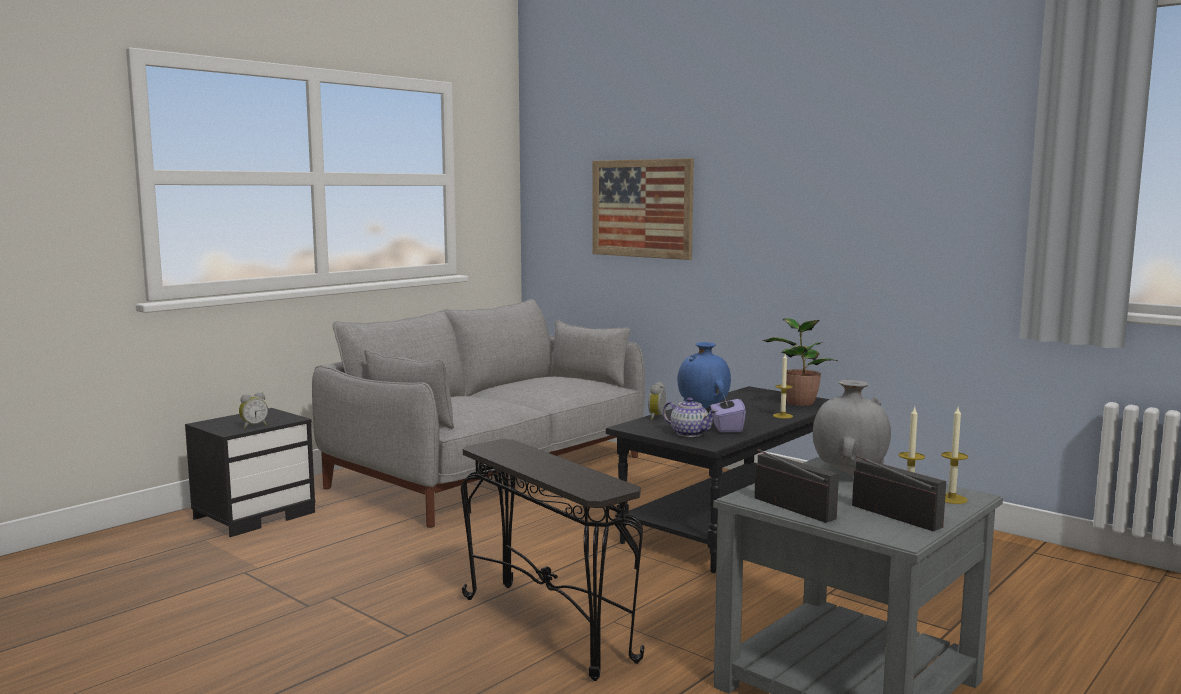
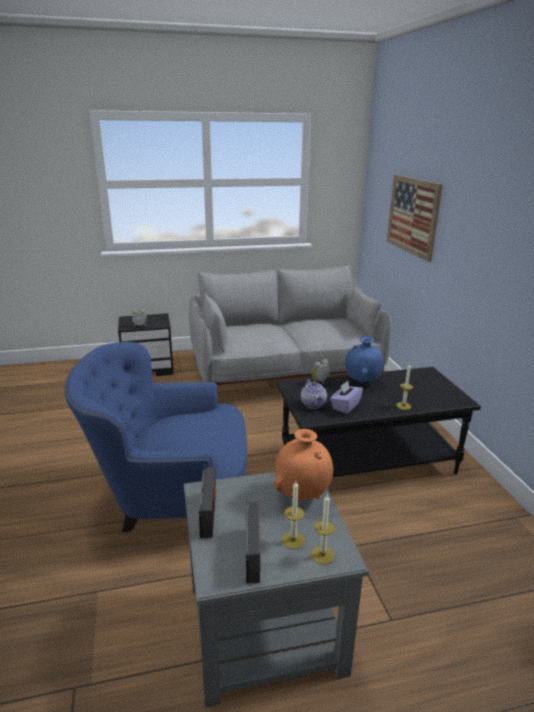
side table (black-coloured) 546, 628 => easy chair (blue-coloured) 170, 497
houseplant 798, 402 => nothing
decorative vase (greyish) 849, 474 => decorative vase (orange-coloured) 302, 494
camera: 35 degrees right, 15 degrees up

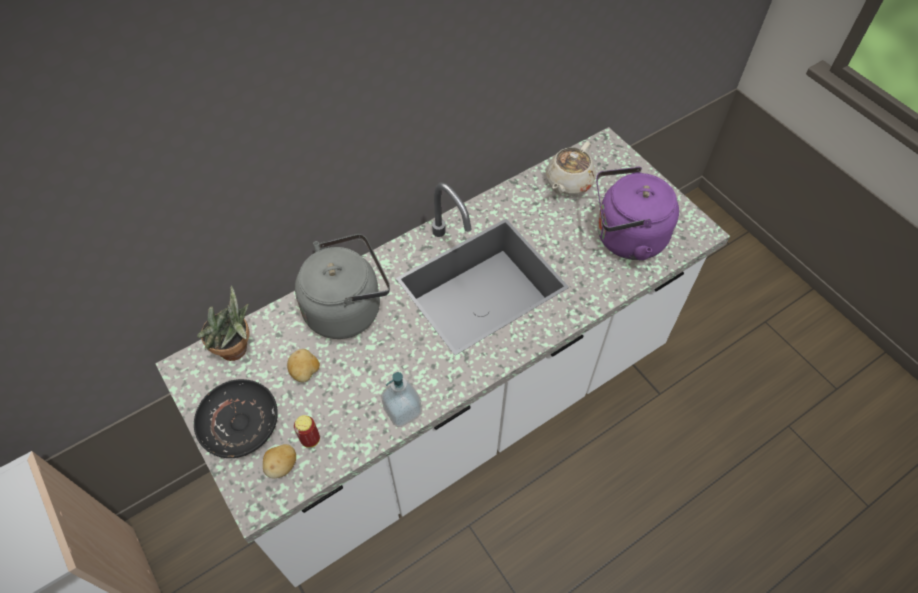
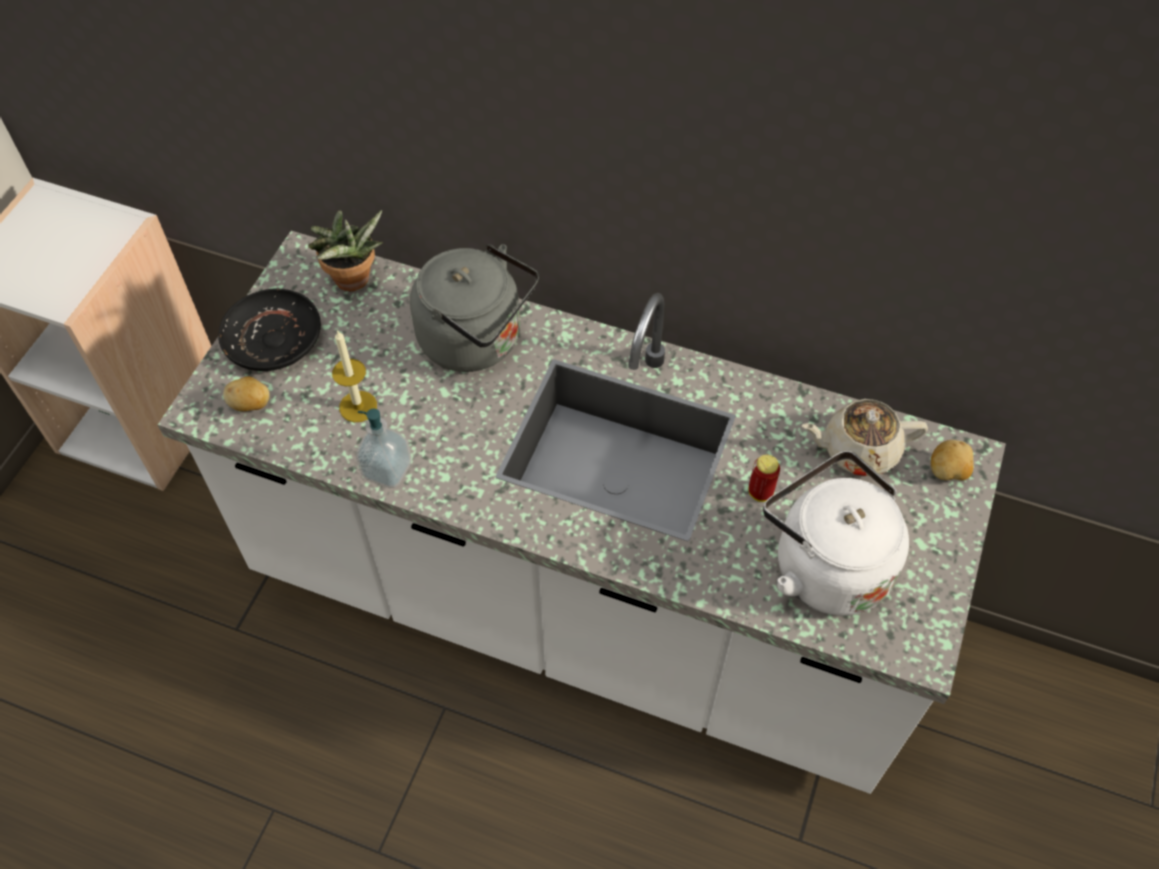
whole potato 305, 372 => whole potato 947, 472, relocated
can 310, 439 => can 760, 492, relocated
tea kettle (purple-coloured) 625, 238 => tea kettle (white) 825, 564
nothing => wax candle 358, 406
camera: 55 degrees right, 0 degrees up

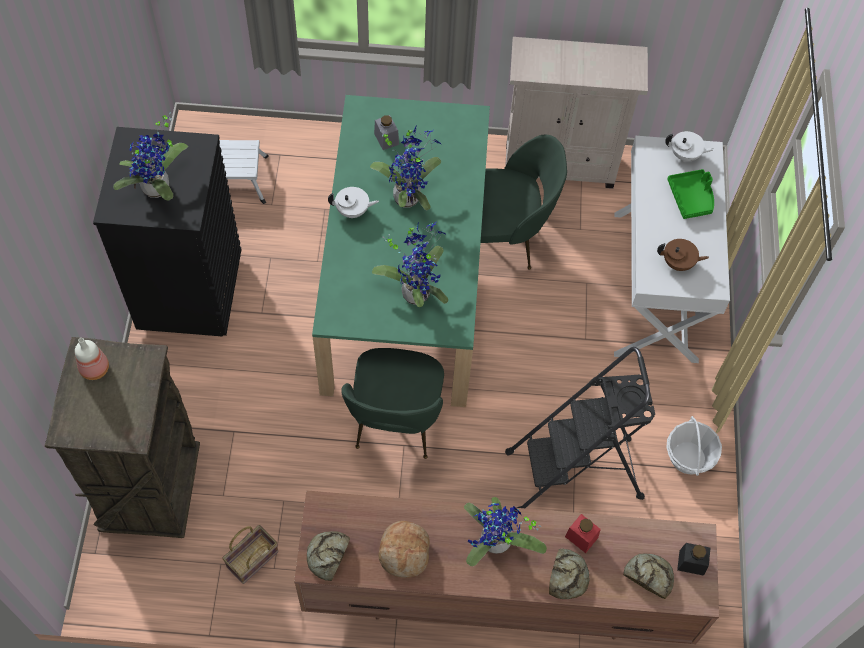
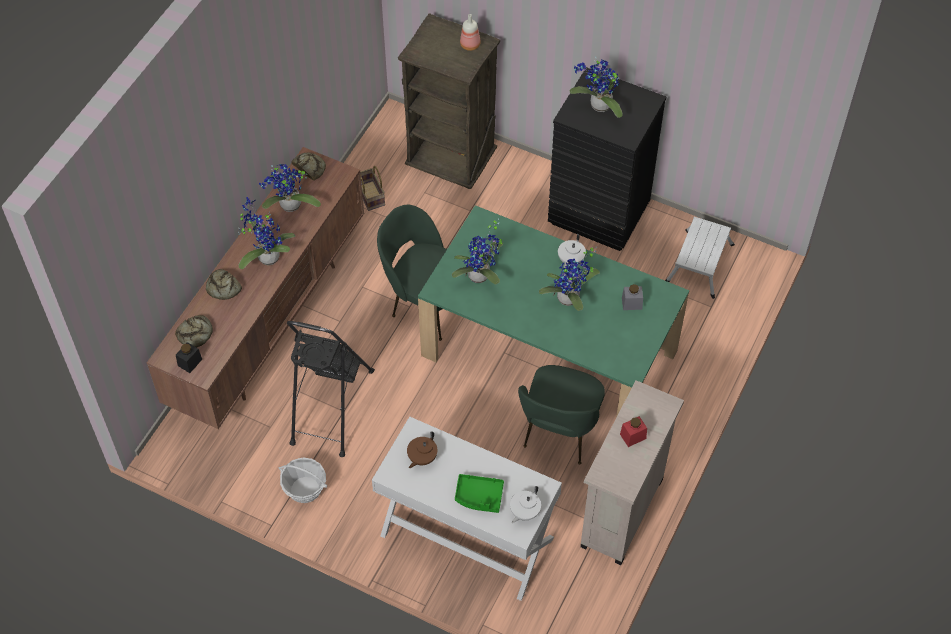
bread 404, 552 => houseplant 289, 207
jar (reddish) 581, 537 => jar (reddish) 633, 436, relocated
camera: 115 degrees right, 5 degrees down

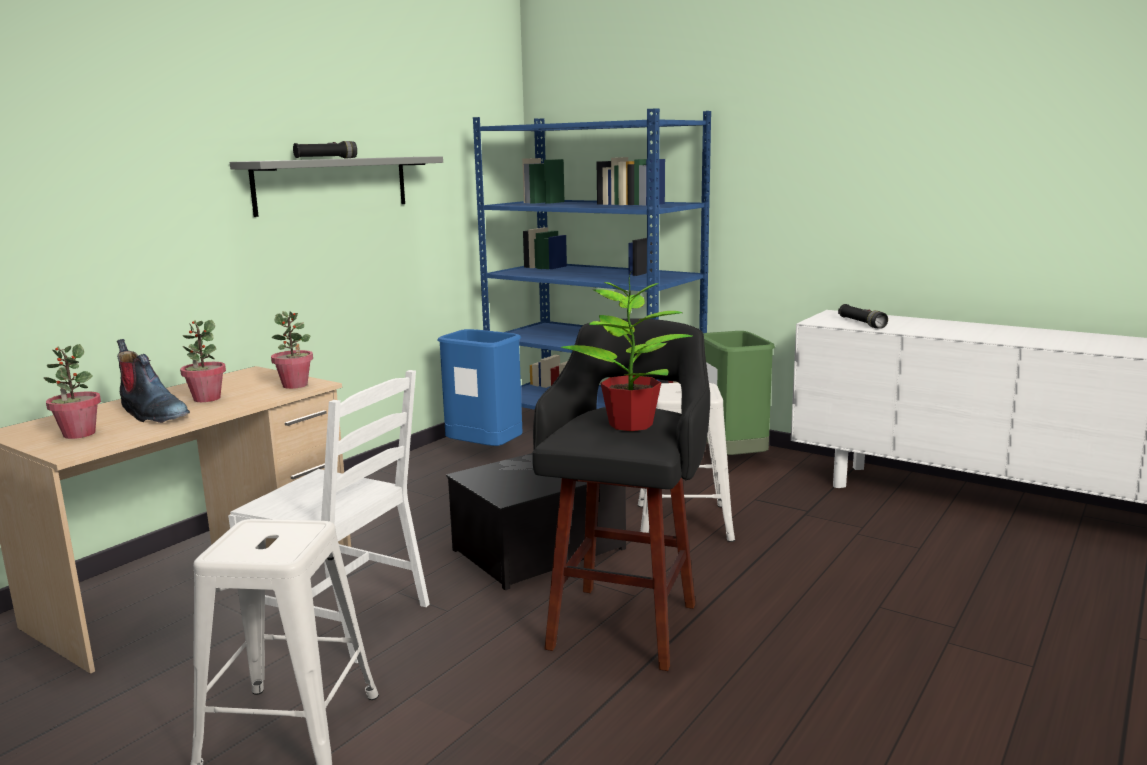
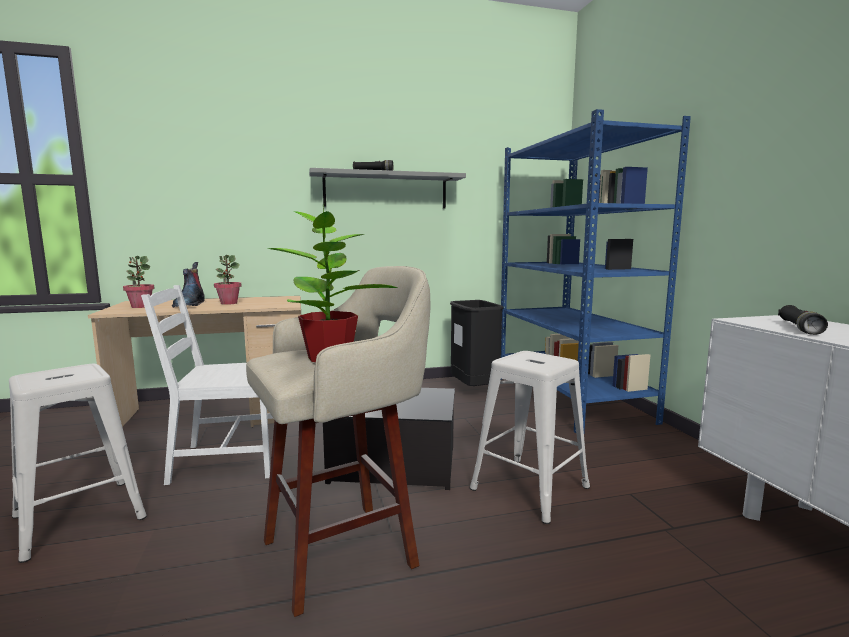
chair (white) 342, 618 => chair (white) 227, 460, 105 degrees clockwise
houseplant 295, 385 => nothing
waste bin (blue-coloured) 485, 452 => waste bin (black-coloured) 474, 390
sitting stool (black-coloured) 626, 623 => sitting stool (beige) 346, 551
waste bin (green-coloured) 732, 459 => nothing
camera: 40 degrees right, 5 degrees down

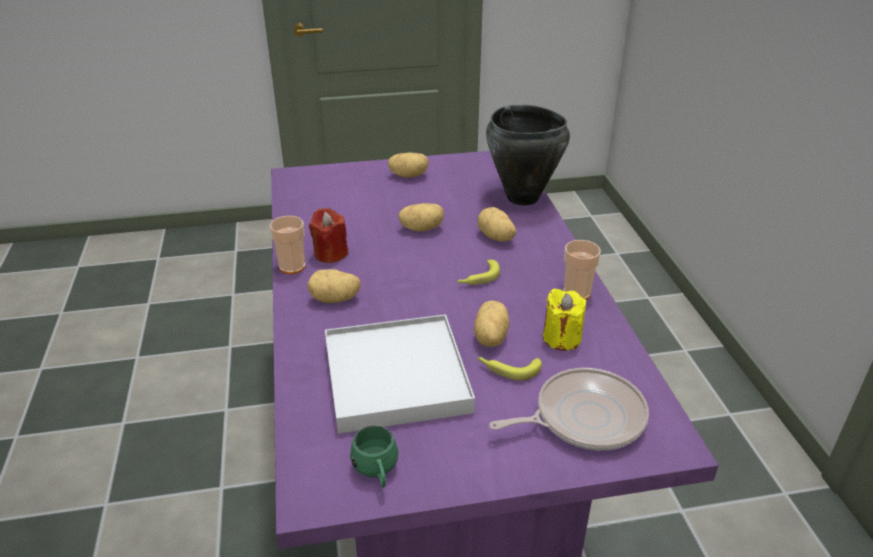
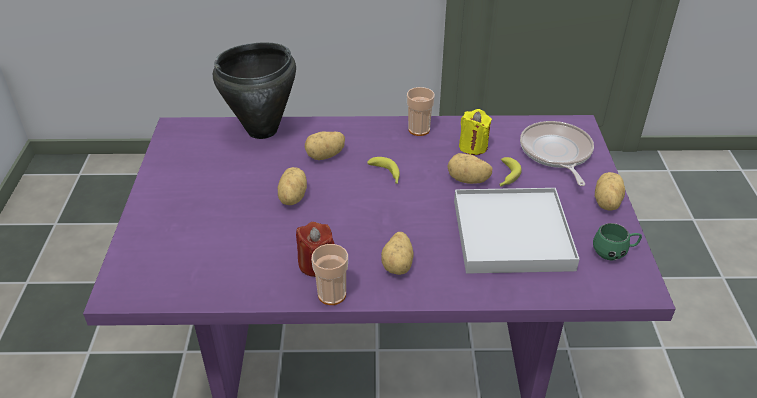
whole potato 409, 175 => whole potato 605, 202, relocated
camera: 80 degrees left, 5 degrees up

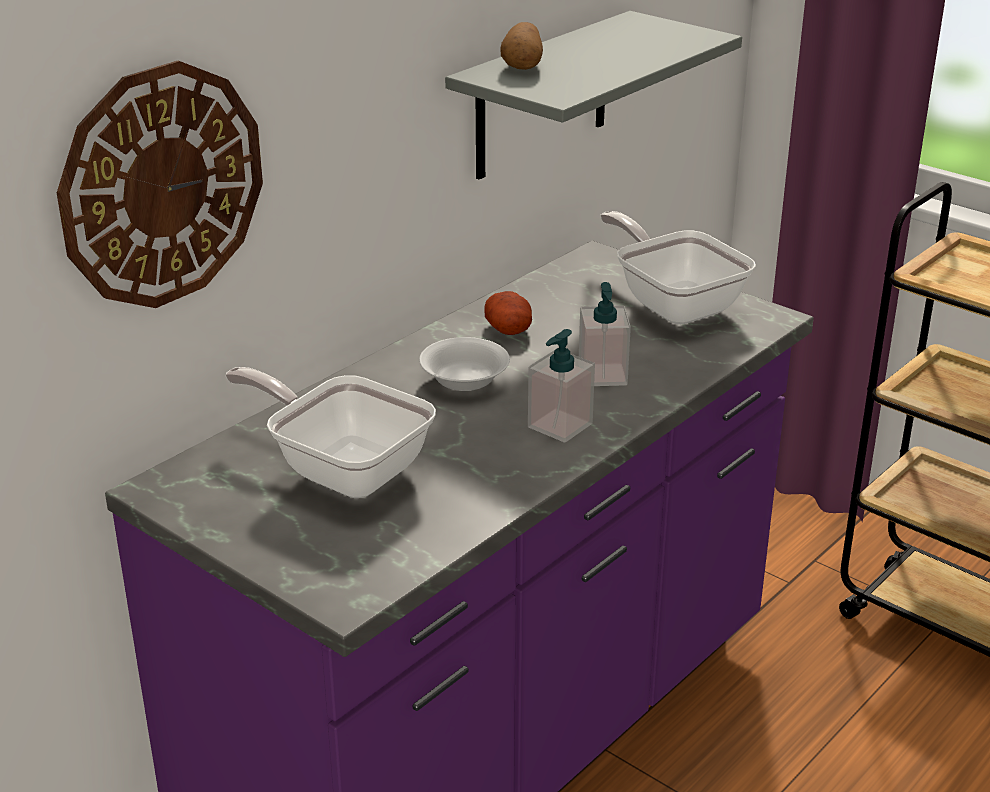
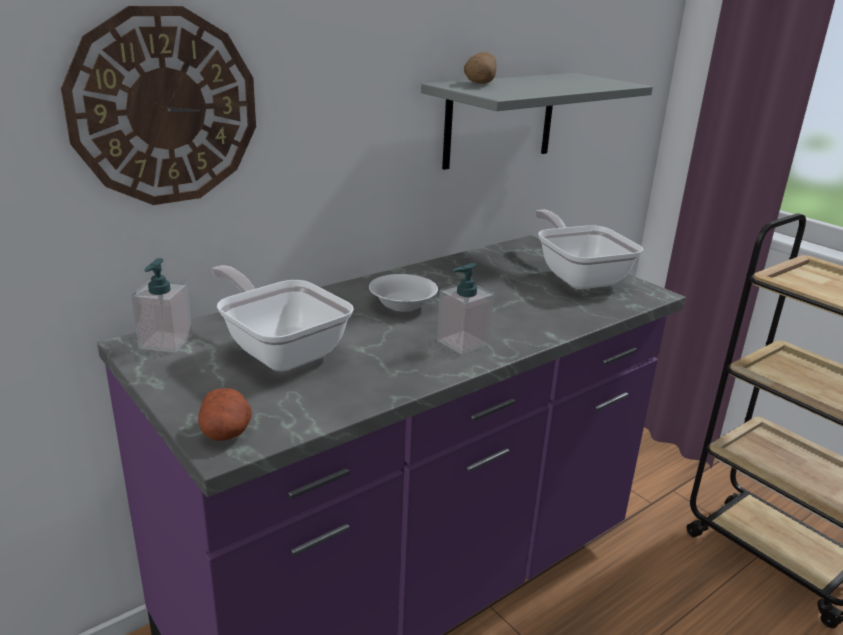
whole potato 509, 330 => whole potato 226, 432, relocated
liquid soap bottle 602, 375 => liquid soap bottle 166, 342, relocated
camera: 10 degrees right, 5 degrees down

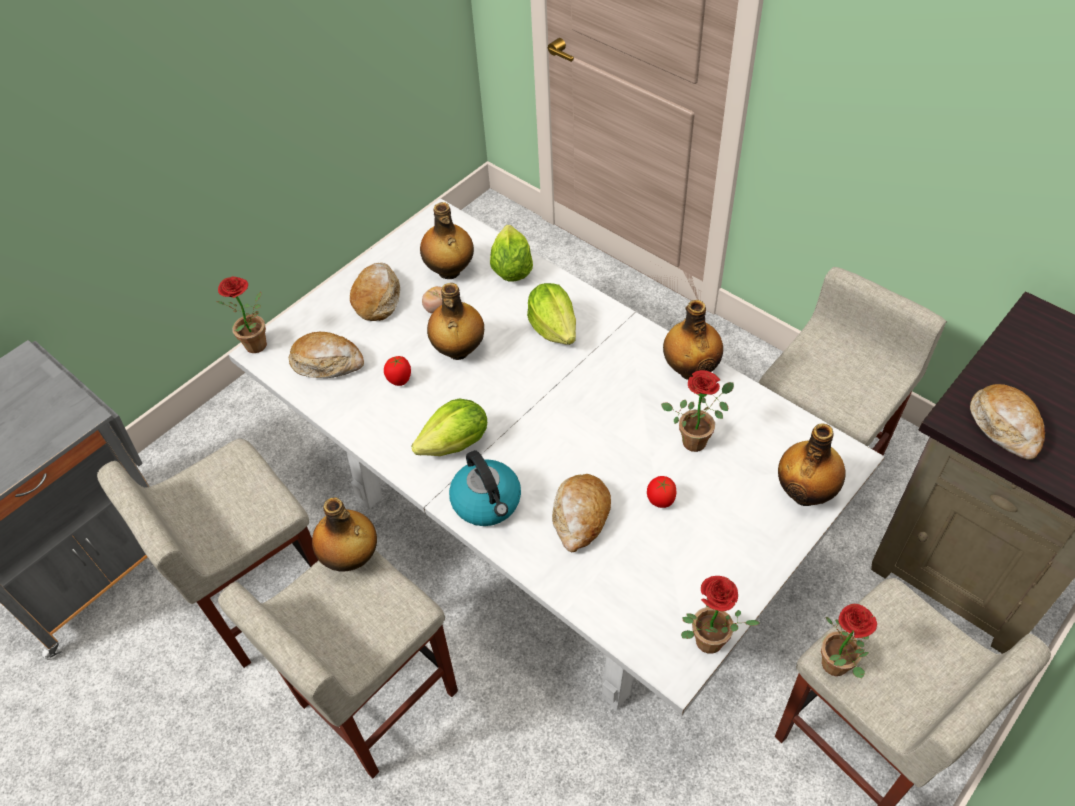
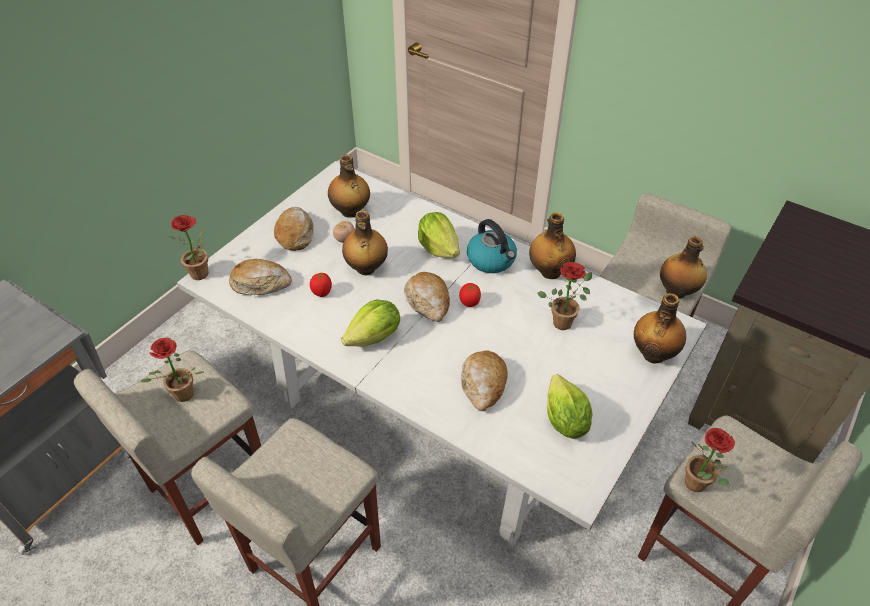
bottle 351, 558 => bottle 677, 292, relocated
tea kettle 487, 502 => tea kettle 492, 260, relocated
head of lettuce 511, 269 => head of lettuce 564, 420, relocated
tomato 660, 501 => tomato 469, 303, relocated
houseplant 706, 646 => houseplant 181, 397, relocated
bread 1005, 427 => bread 428, 301, relocated
camera: 10 degrees left, 5 degrees down

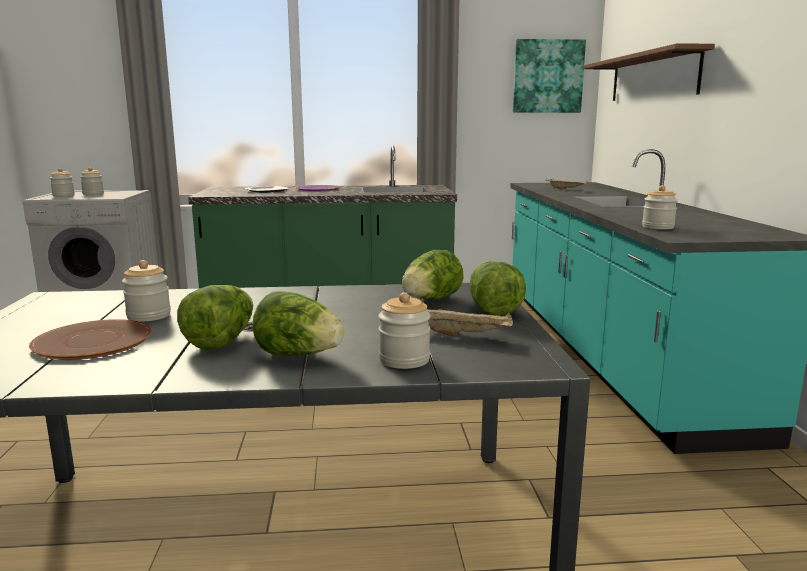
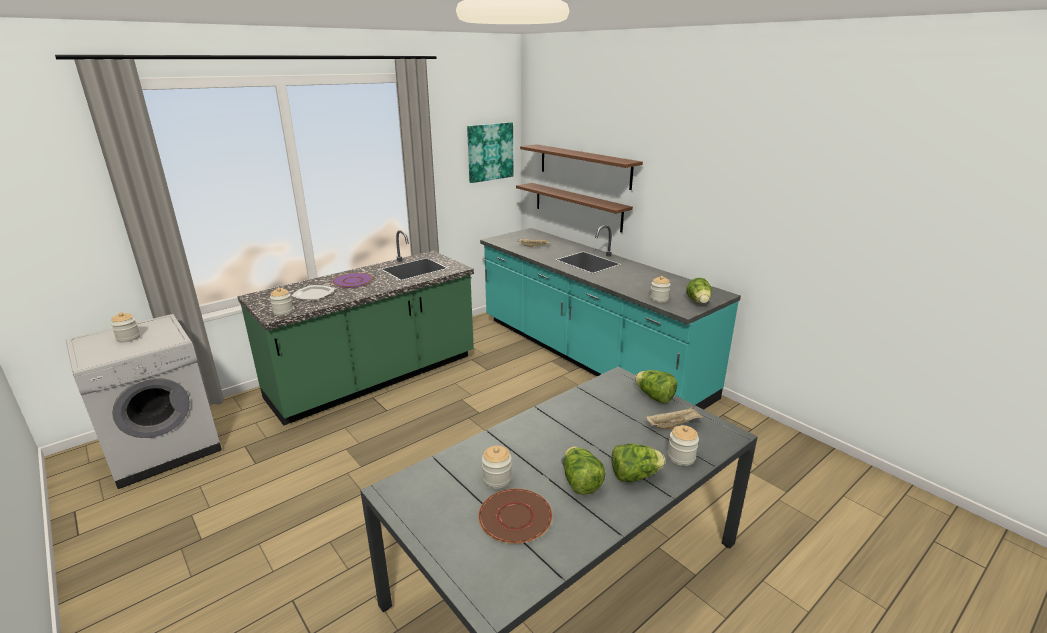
jar 63, 196 => jar 283, 312, relocated
head of lettuce 430, 300 => head of lettuce 699, 302, relocated
nothing => bracket shelf (brownish) 577, 206
camera: 35 degrees left, 10 degrees up

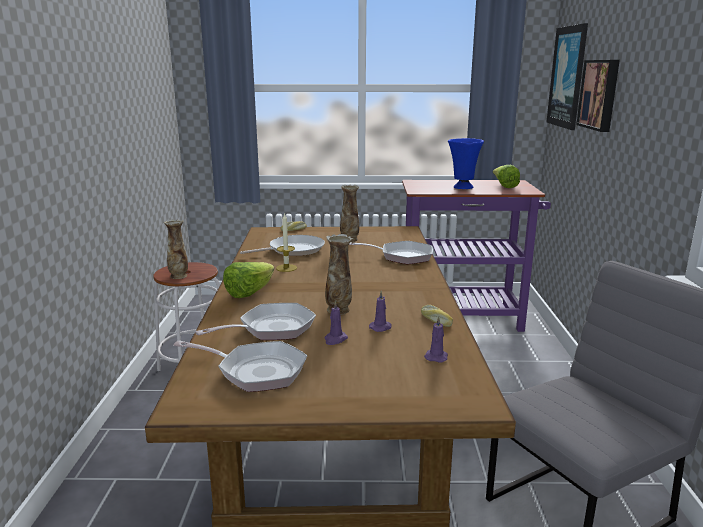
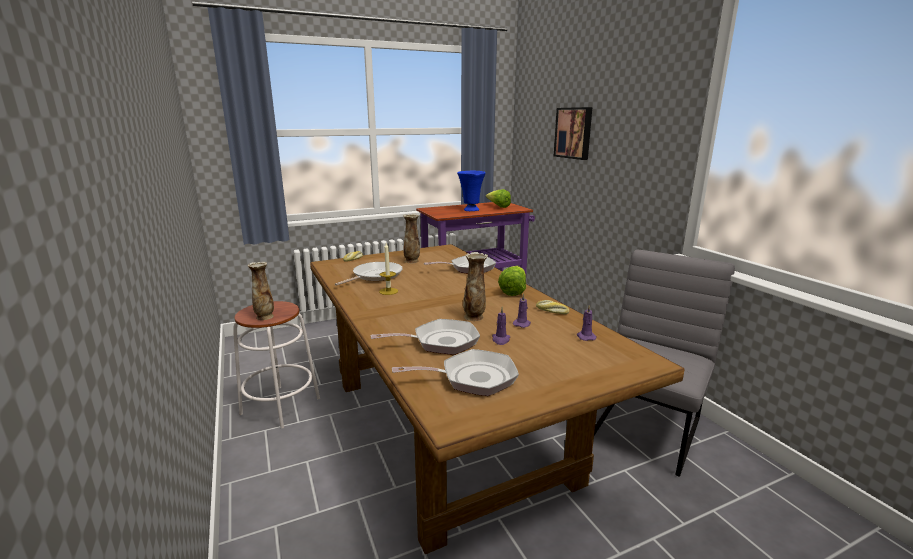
pan 271, 329 => pan 440, 342, 45 degrees clockwise
head of lettuce 249, 293 => head of lettuce 513, 291, relocated
wall picture 568, 77 => nothing
camera: 25 degrees left, 0 degrees up

